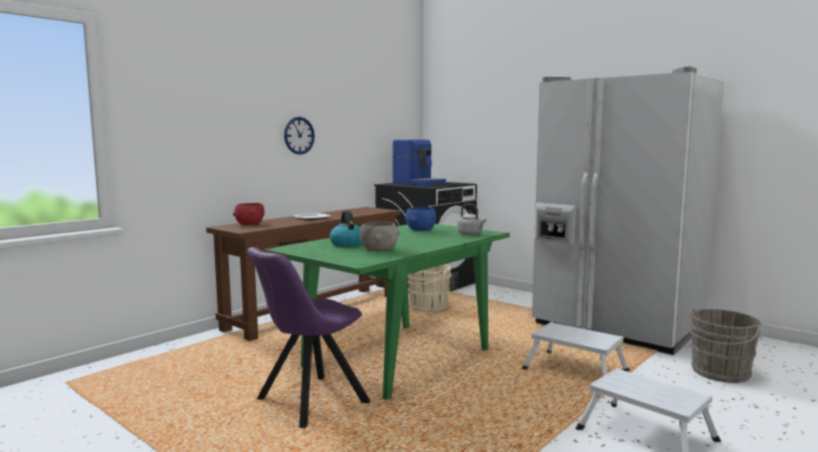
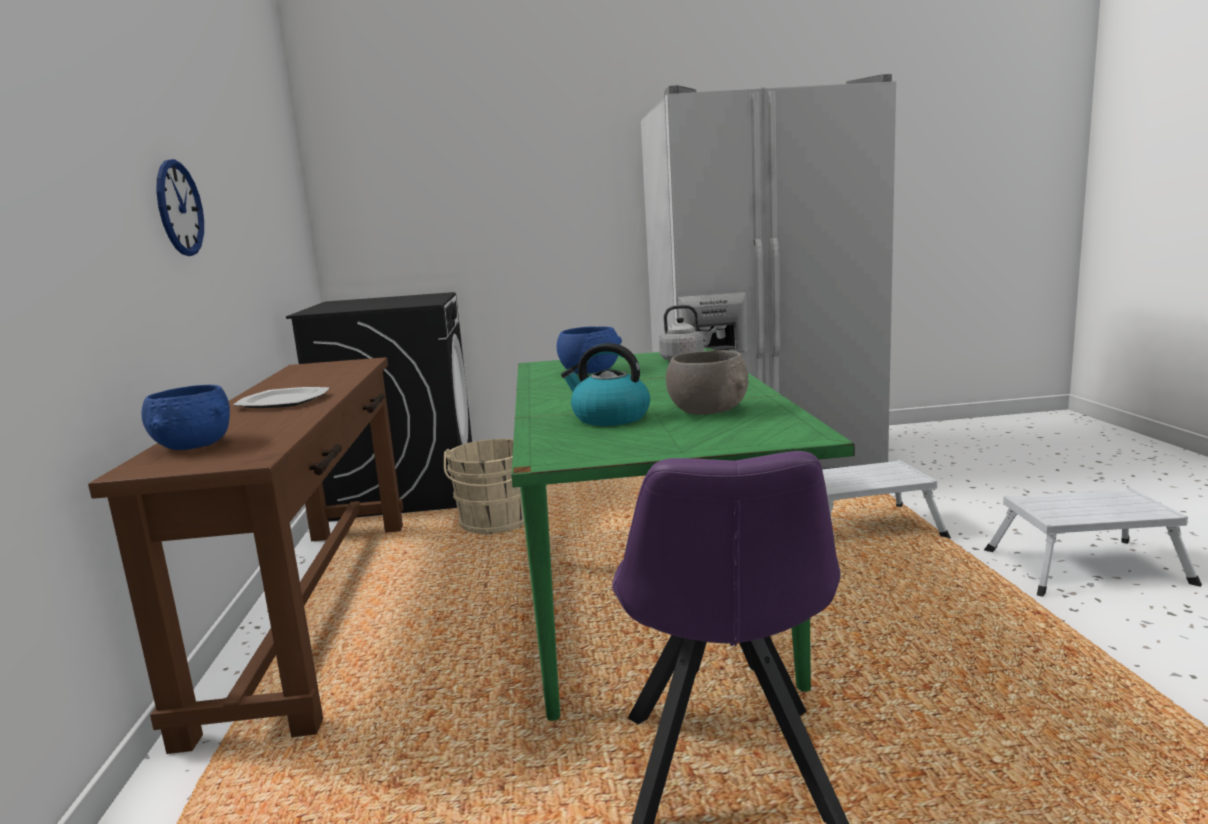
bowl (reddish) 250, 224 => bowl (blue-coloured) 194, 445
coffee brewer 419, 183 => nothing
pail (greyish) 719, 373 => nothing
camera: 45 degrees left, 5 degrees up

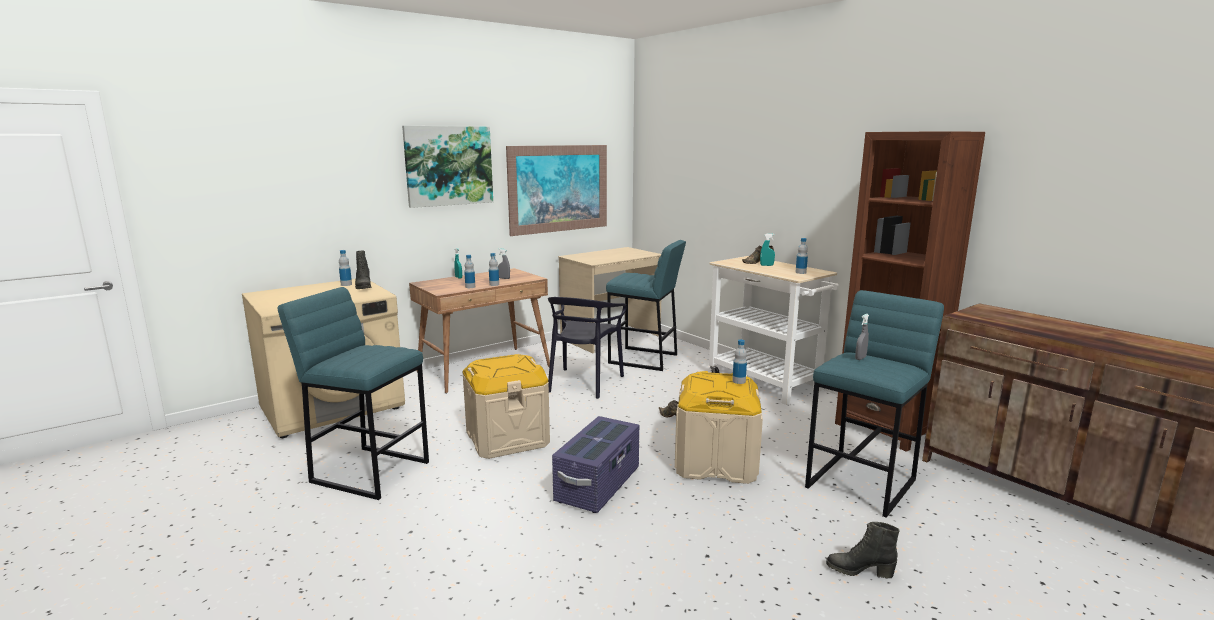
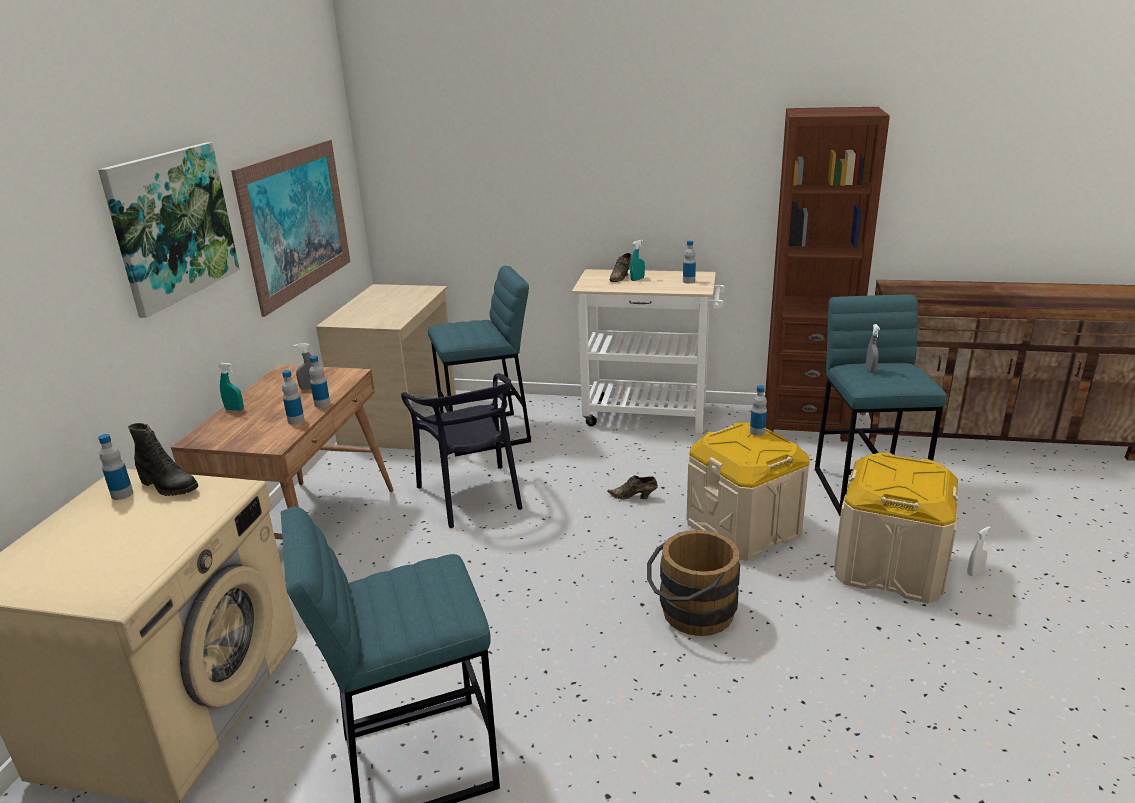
storage box (beige) 507, 438 => storage box (beige) 889, 567, relocated
storage box (purple-coloured) 598, 485 => pail (brownish) 691, 613
boot (black-coloured) 859, 570 => hand sprayer (white) 975, 572
camera: 40 degrees left, 10 degrees up

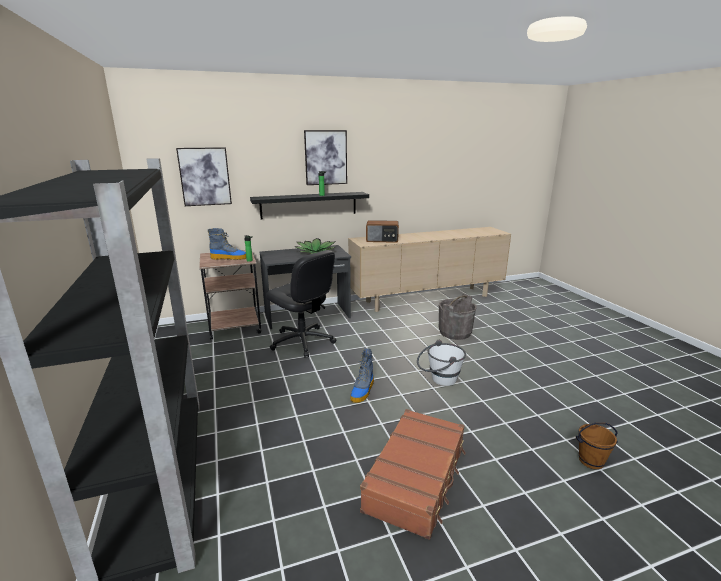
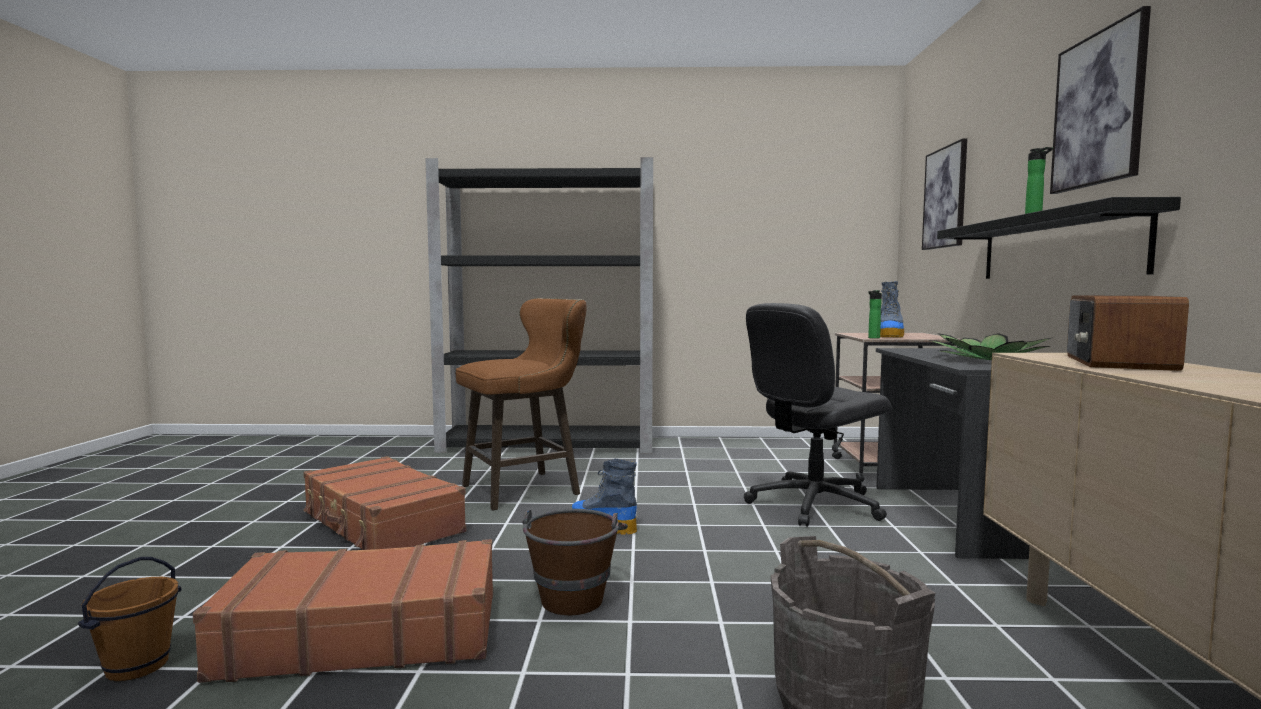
pail (white) 439, 380 => pail (brownish) 574, 594
nothing => travel case (brownish) 363, 633
nothing => sitting stool (brownish) 526, 489
camera: 110 degrees right, 15 degrees down

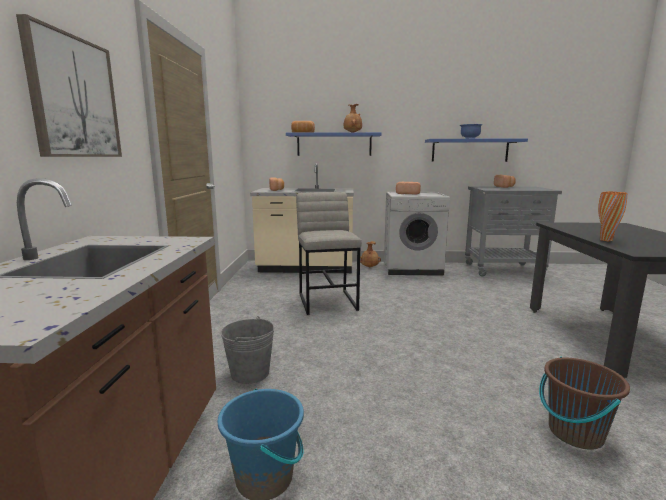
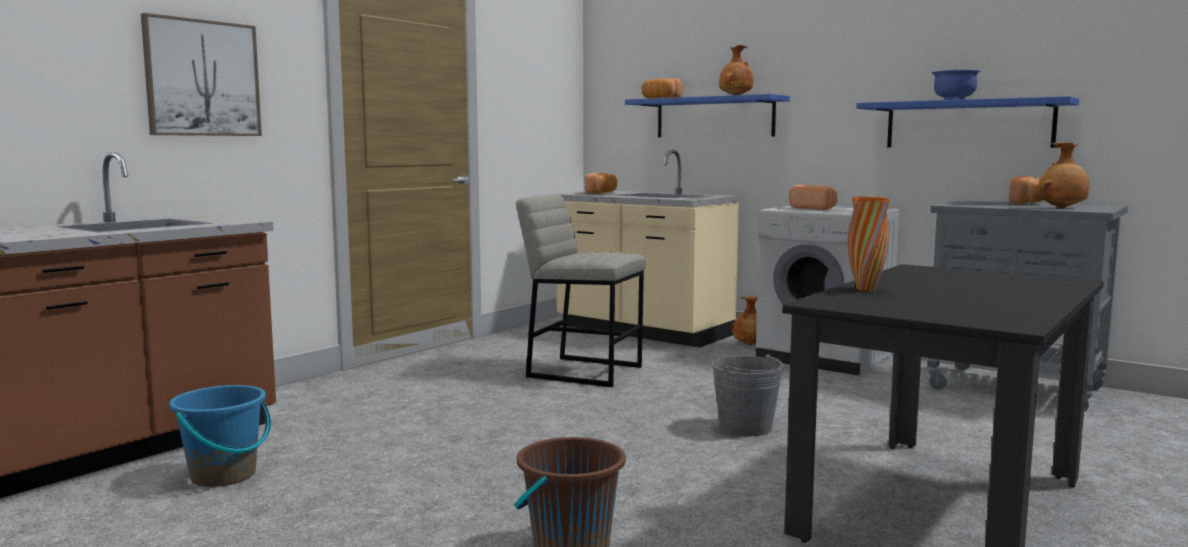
pail (greyish) 250, 373 => pail (greyish) 745, 427, relocated
chair (greyish) 327, 301 => chair (greyish) 582, 371, 90 degrees counterclockwise
nothing => decorative vase (brownish) 1062, 208
camera: 35 degrees right, 5 degrees down

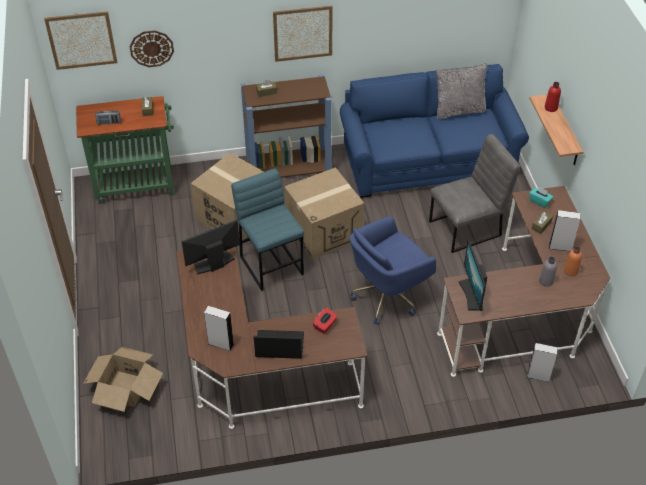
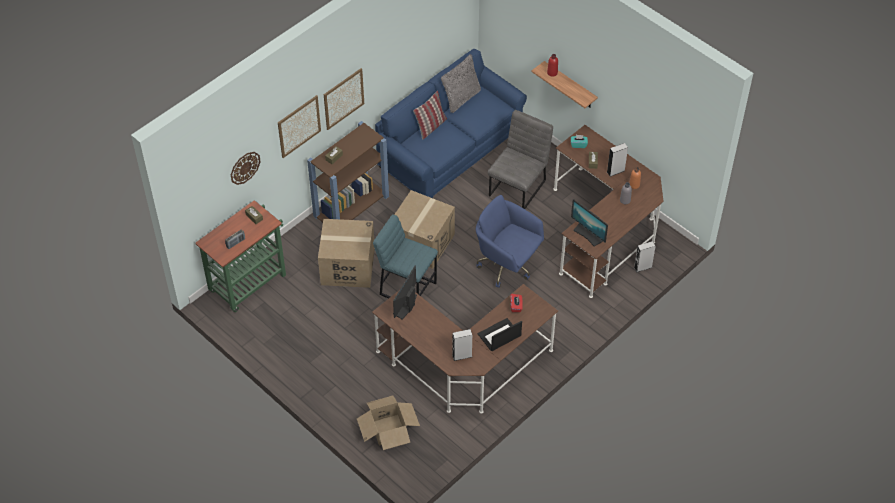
wall picture 81, 39 => wall picture 299, 125, relocated
desk chair (blue-coloured) 388, 297 => desk chair (blue-coloured) 507, 267, 105 degrees clockwise
nothing => throw pillow 431, 127
camera: 35 degrees left, 5 degrees up

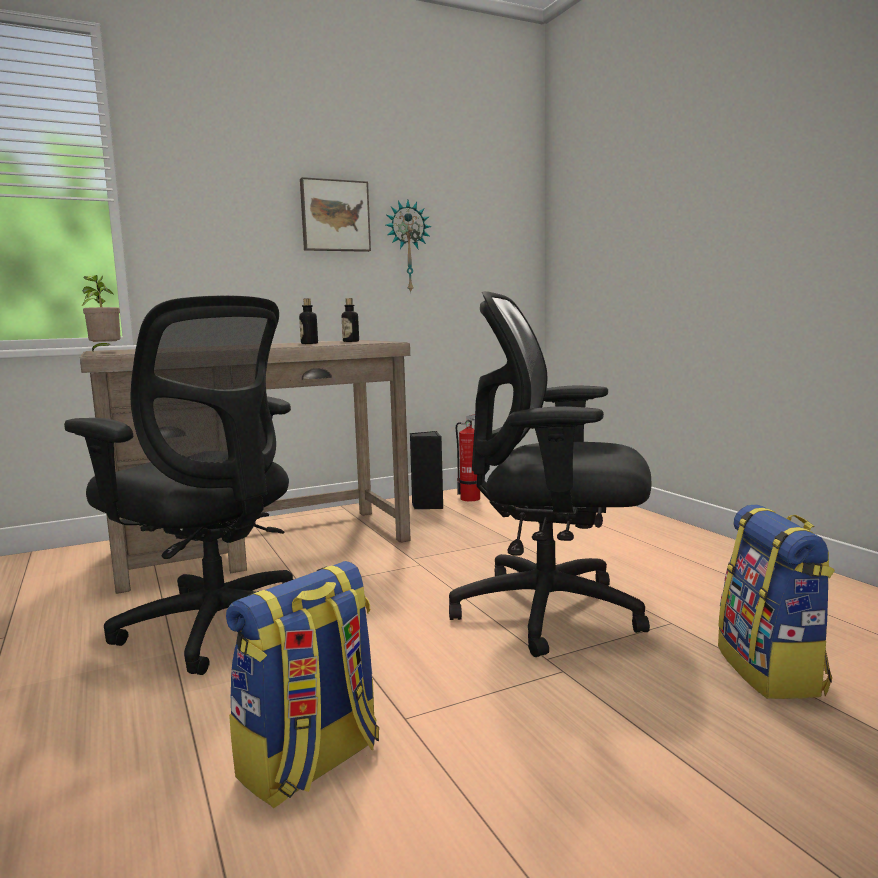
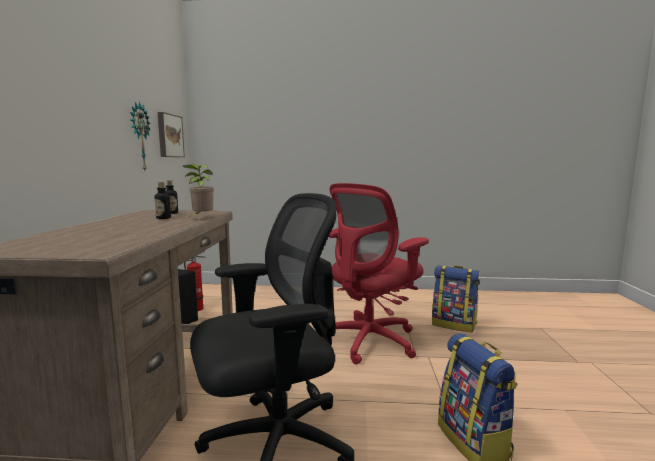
houseplant 105, 352 => houseplant 201, 218, relocated
wall picture 334, 216 => wall picture 169, 136, relocated
desk chair (black-coloured) 559, 609 => desk chair (reddish) 372, 338
camera: 60 degrees left, 0 degrees up

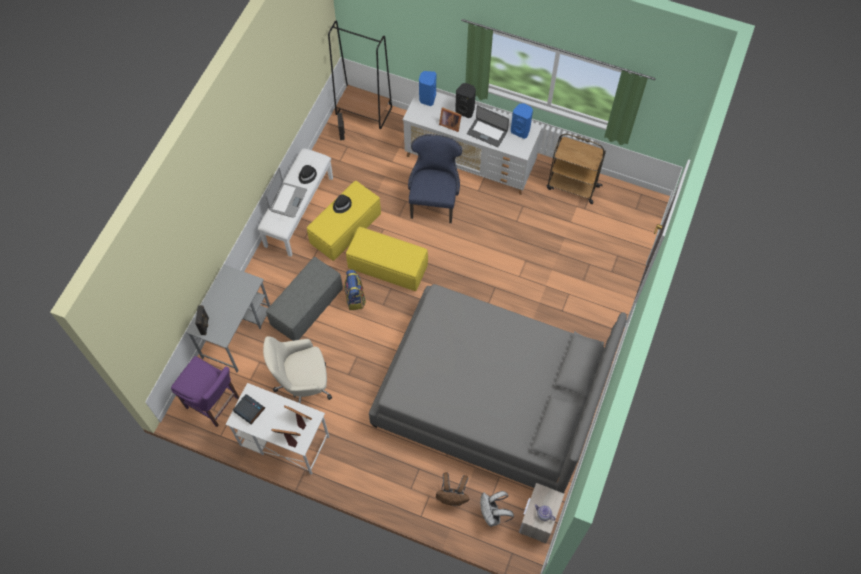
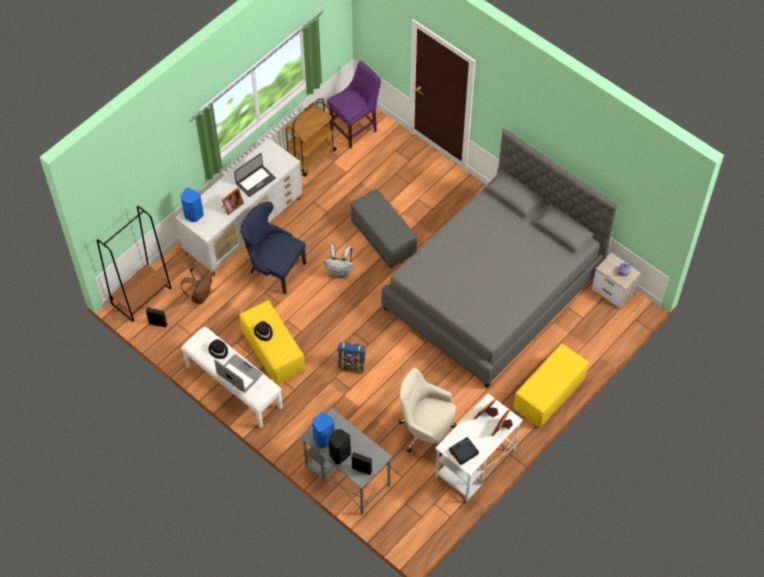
chair (purple-coloured) 214, 404 => chair (purple-coloured) 355, 129, relocated
desk chair (beige) 303, 386 => desk chair (beige) 426, 433, 105 degrees clockwise
footrest (greyish) 307, 308 => footrest (greyish) 383, 238, relocated
footrest (yellowish) 388, 268 => footrest (yellowish) 549, 394, relocated
knapsack (brownish) 453, 497 => knapsack (brownish) 200, 295, relocated
loudspeaker (black-coloured) 465, 110 => loudspeaker (black-coloured) 339, 454, relocated
knapsack (white) 493, 515 => knapsack (white) 340, 272, relocated
loudspeaker (blue-coloured) 521, 131 => loudspeaker (blue-coloured) 323, 438, relocated
camera: 70 degrees left, 5 degrees down

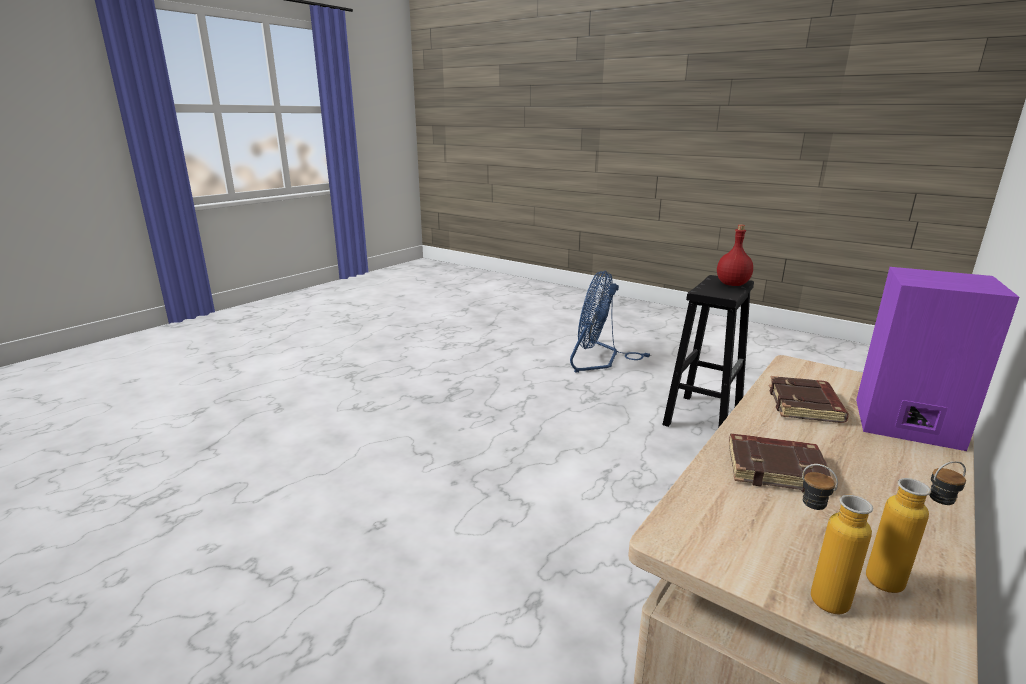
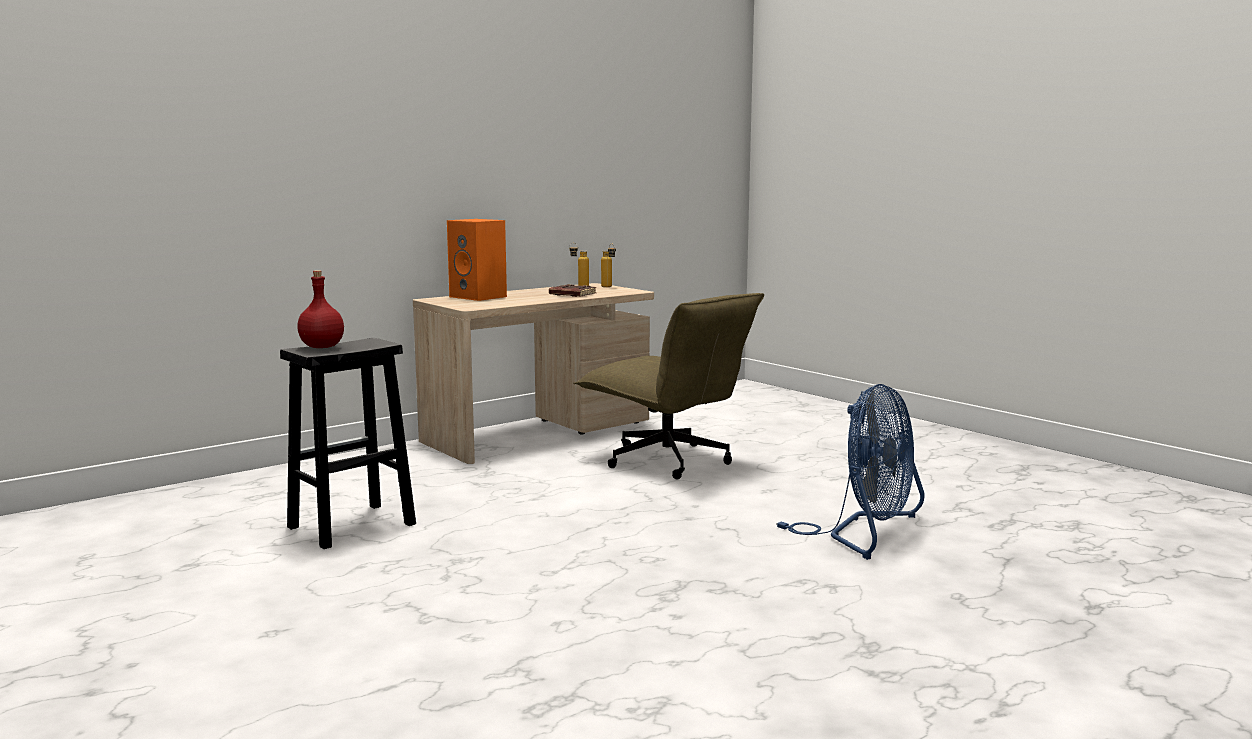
electric fan (blue-coloured) 601, 357 => electric fan (blue-coloured) 861, 532, relocated
bound book (brownish) 806, 405 => nothing
loudspeaker (purple-coloured) 904, 424 => loudspeaker (orange-coloured) 479, 297
nothing => desk chair (beige) 665, 460
camera: 165 degrees left, 10 degrees down

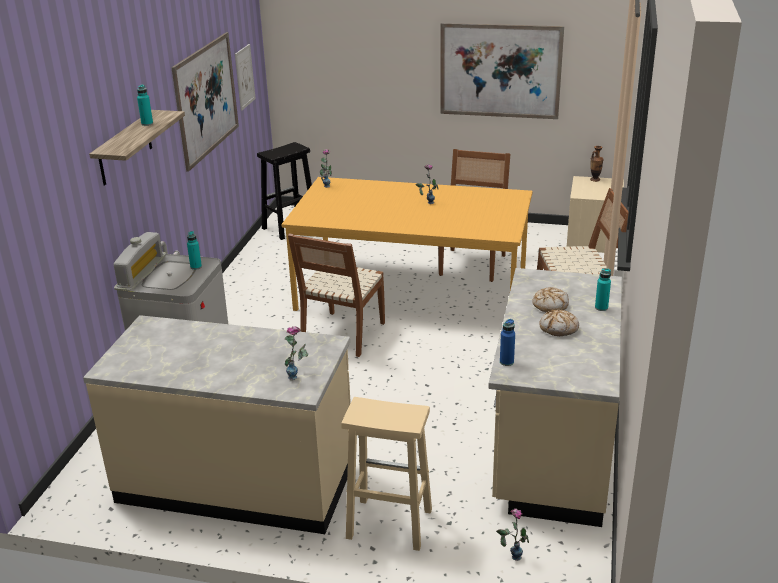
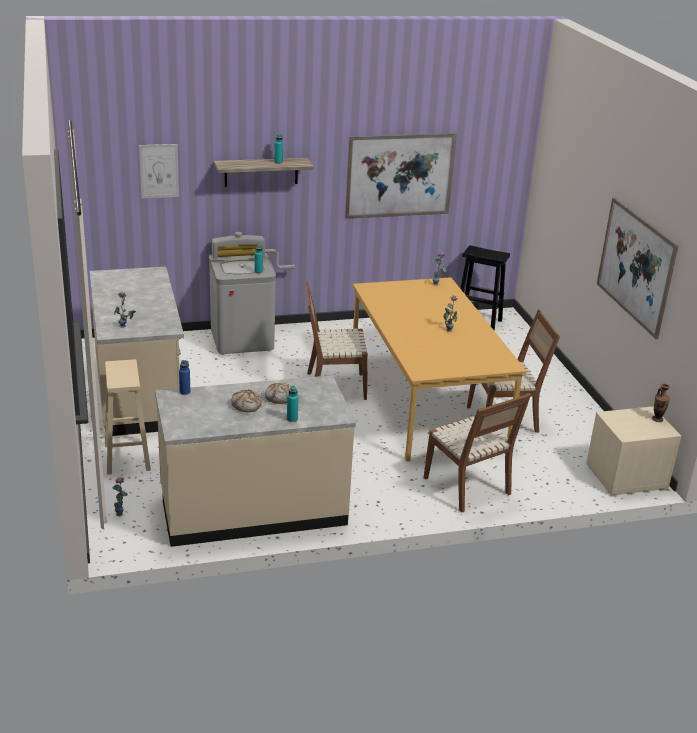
wall picture 244, 77 => wall picture 159, 171, relocated
camera: 60 degrees right, 0 degrees up

